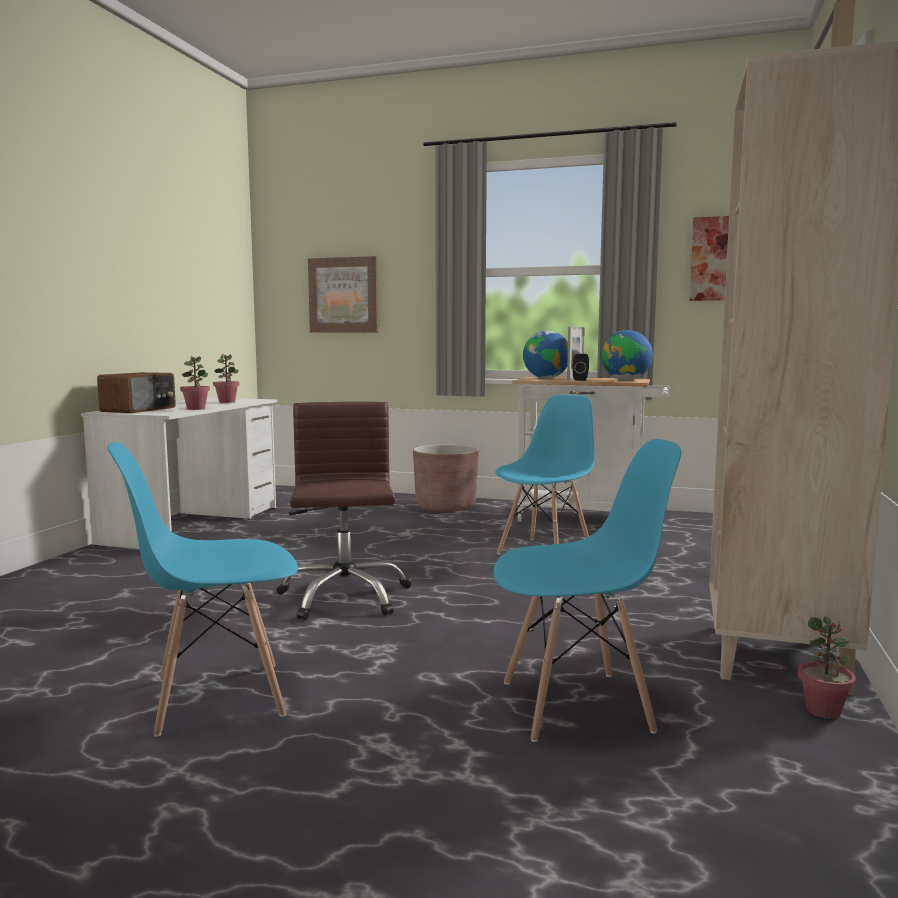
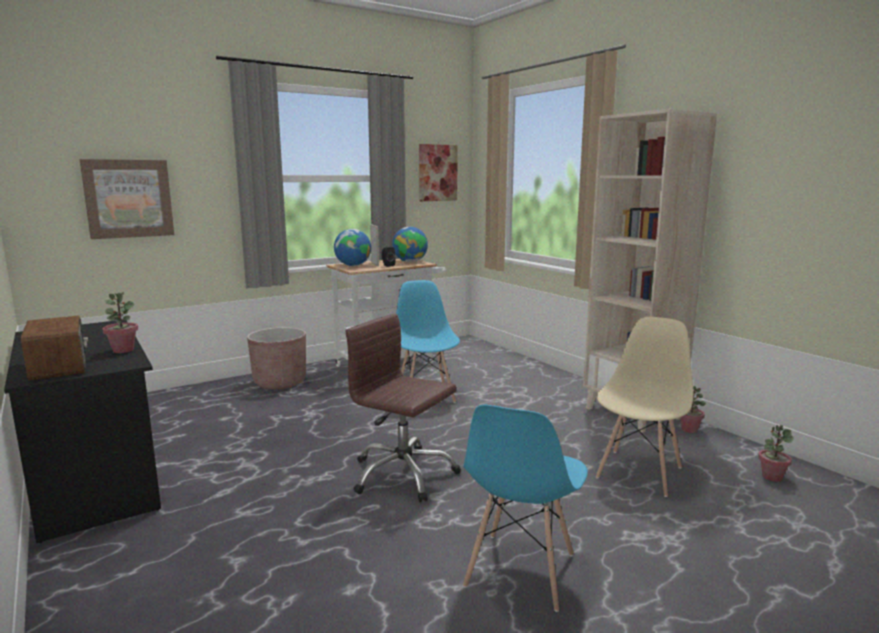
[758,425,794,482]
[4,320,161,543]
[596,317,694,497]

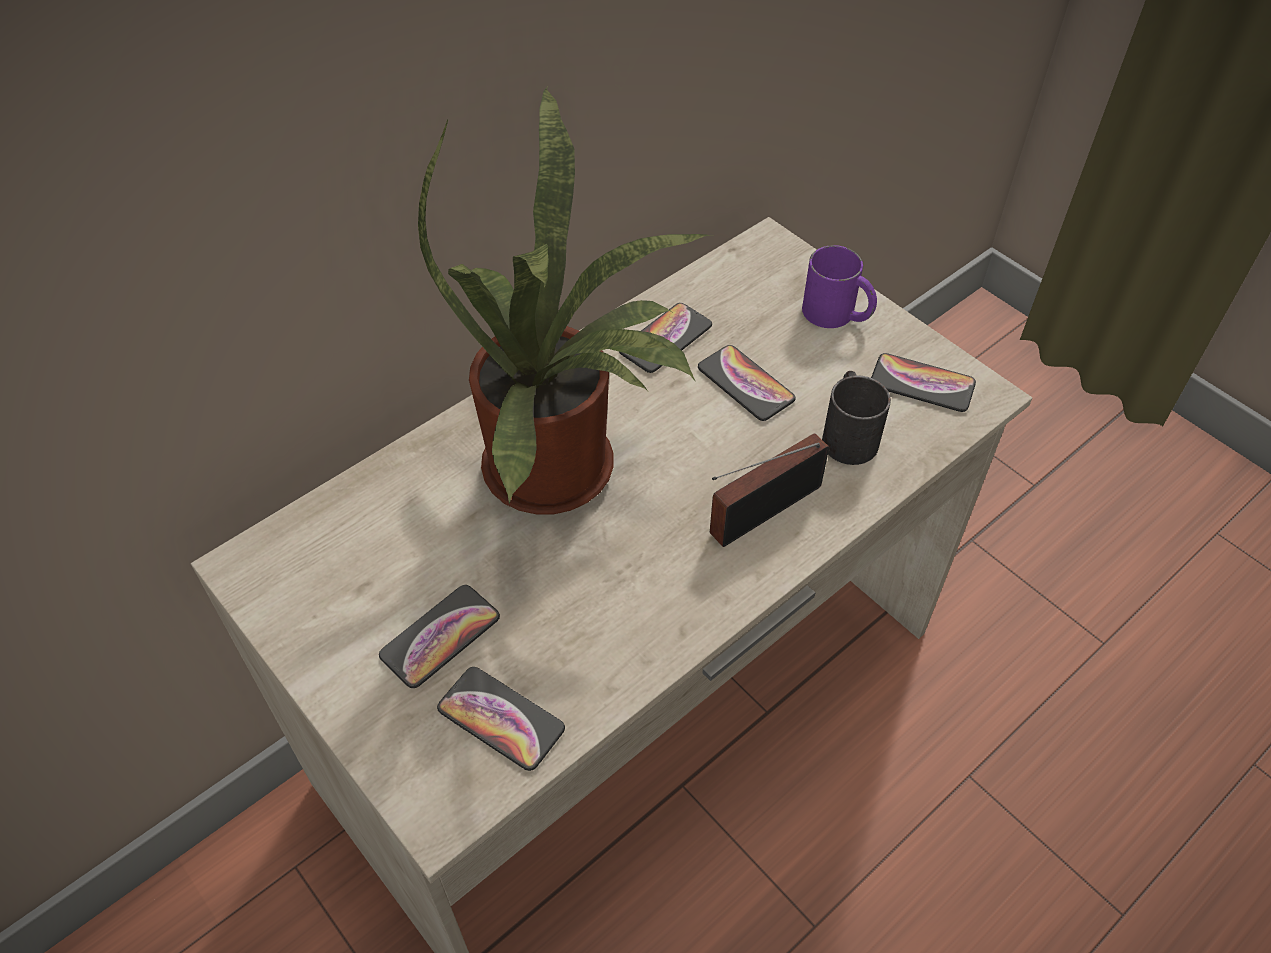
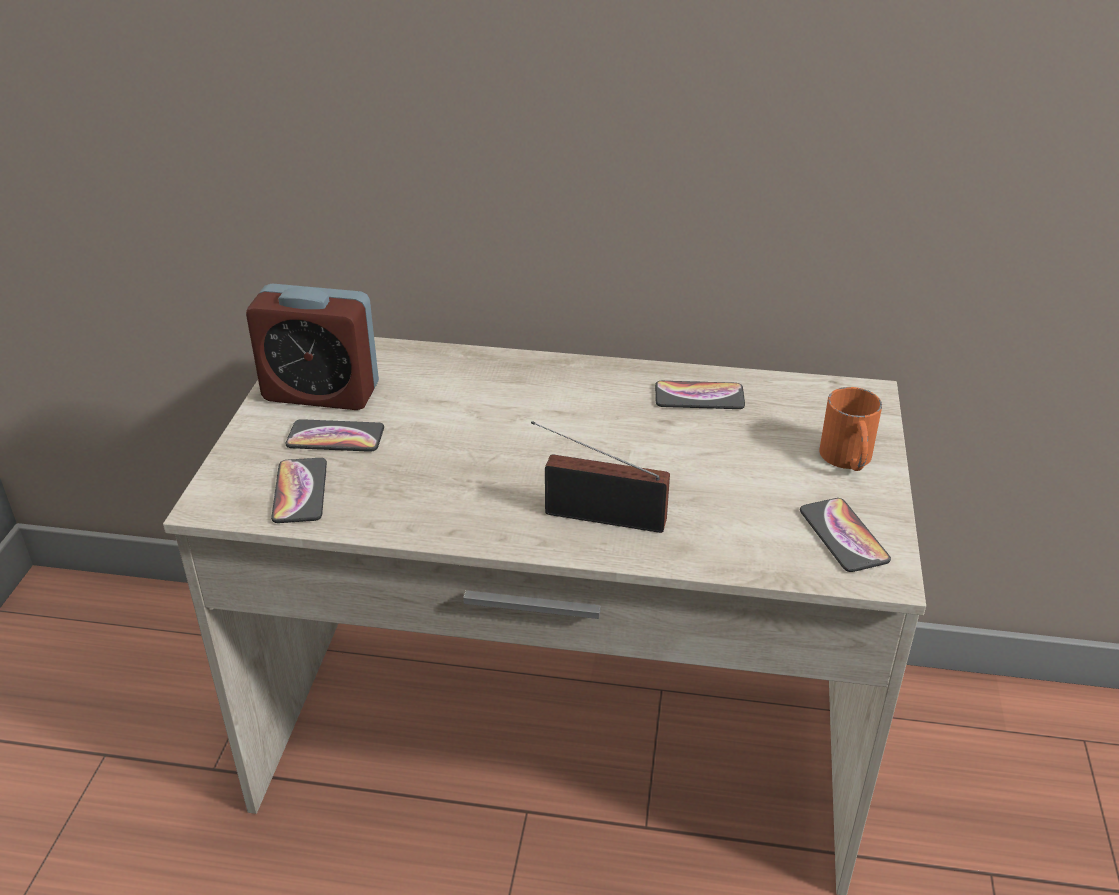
[418,86,712,515] (first image)
[819,387,882,471]
[698,345,796,421] (first image)
[822,371,891,465] (first image)
[246,284,379,410]

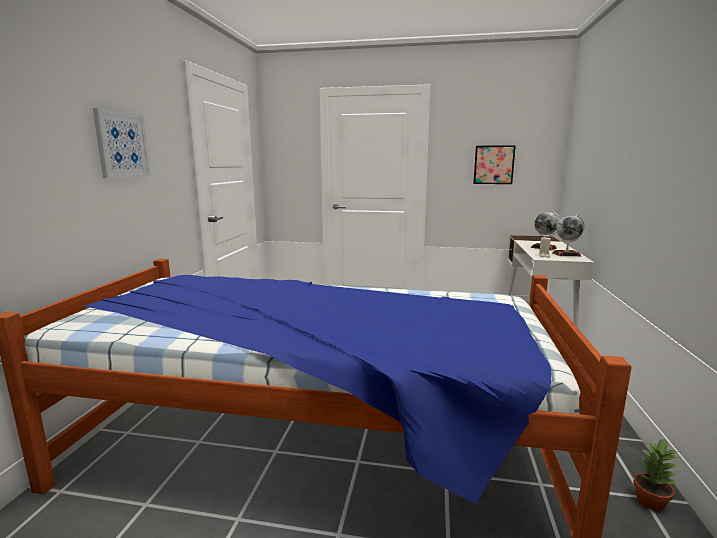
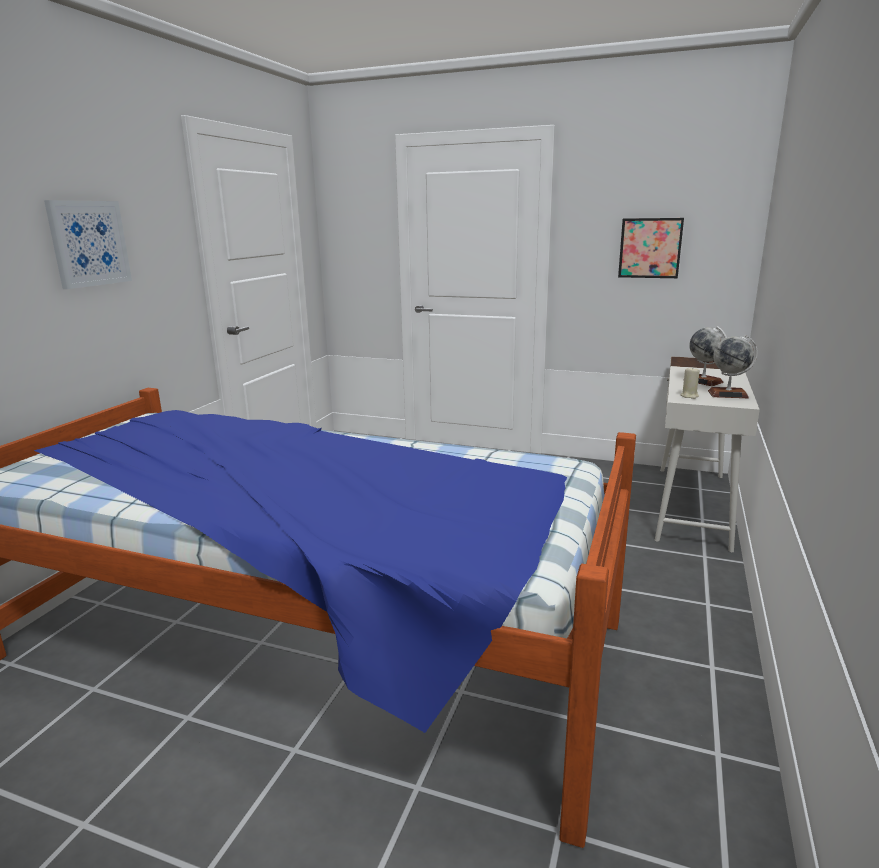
[633,439,679,511] (first image)

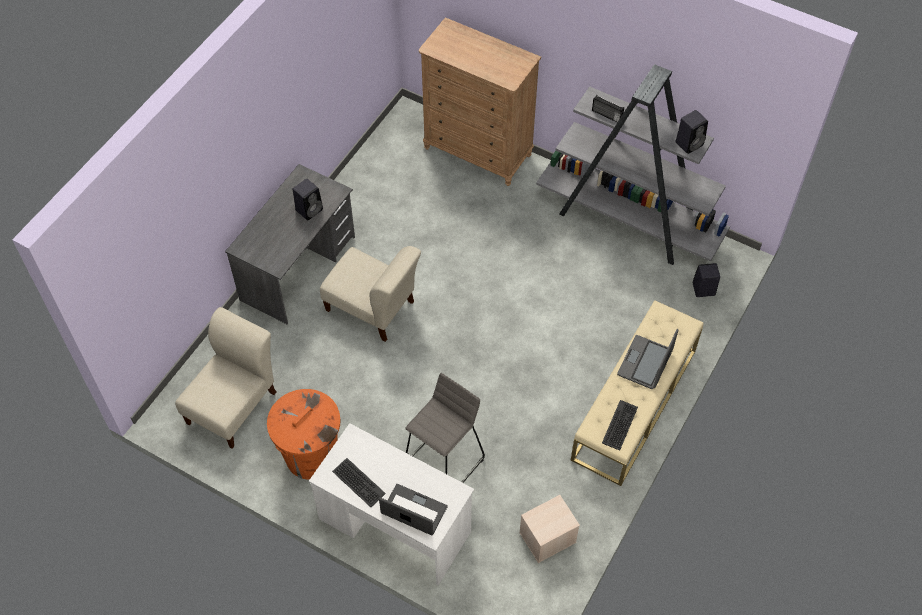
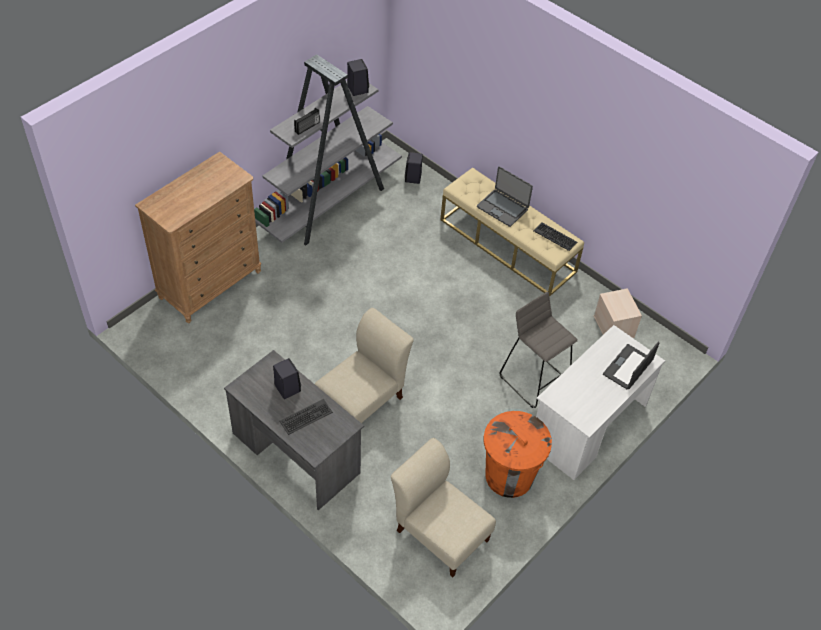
[280,399,333,435]

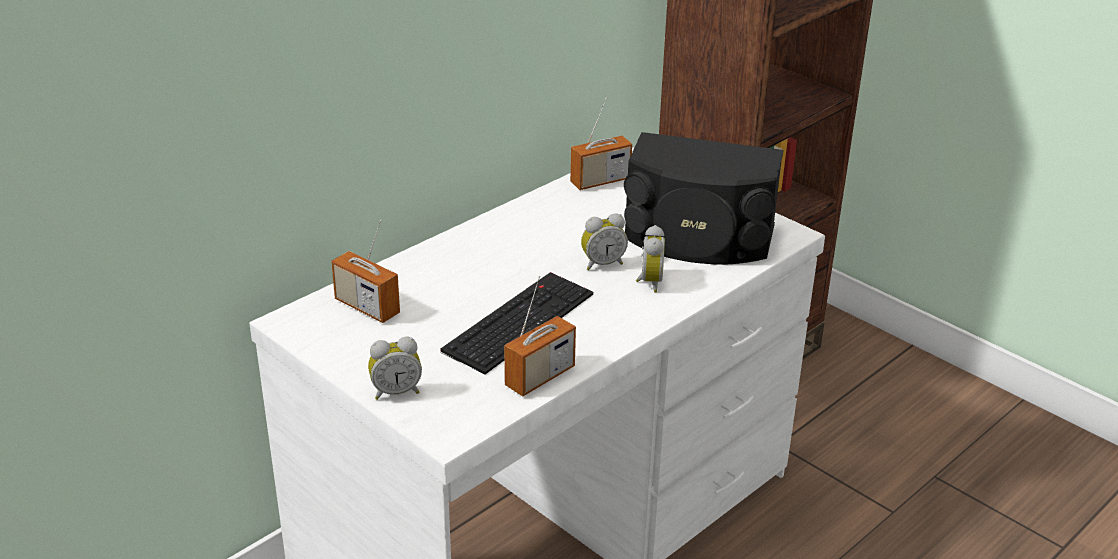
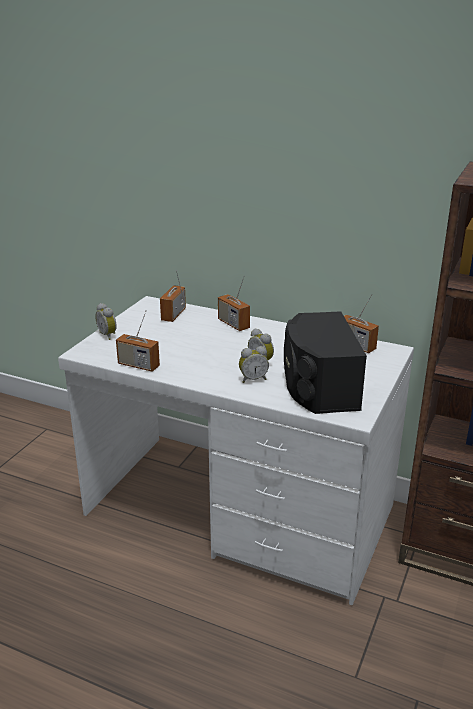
[440,272,593,375] (first image)
[218,275,250,331]

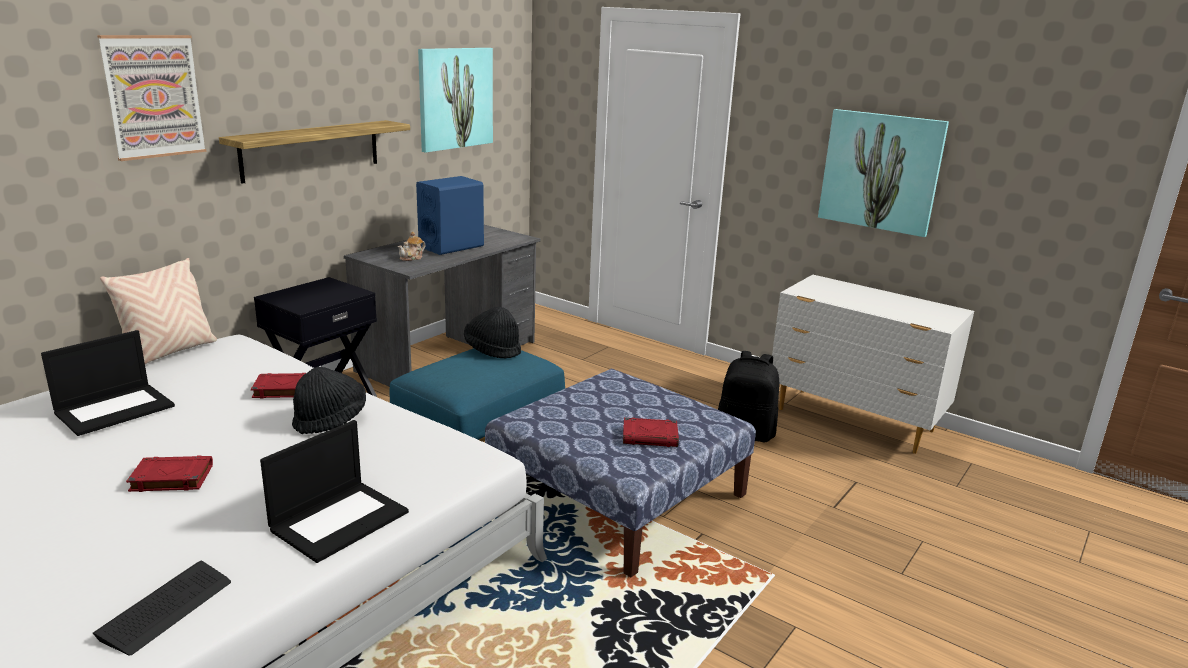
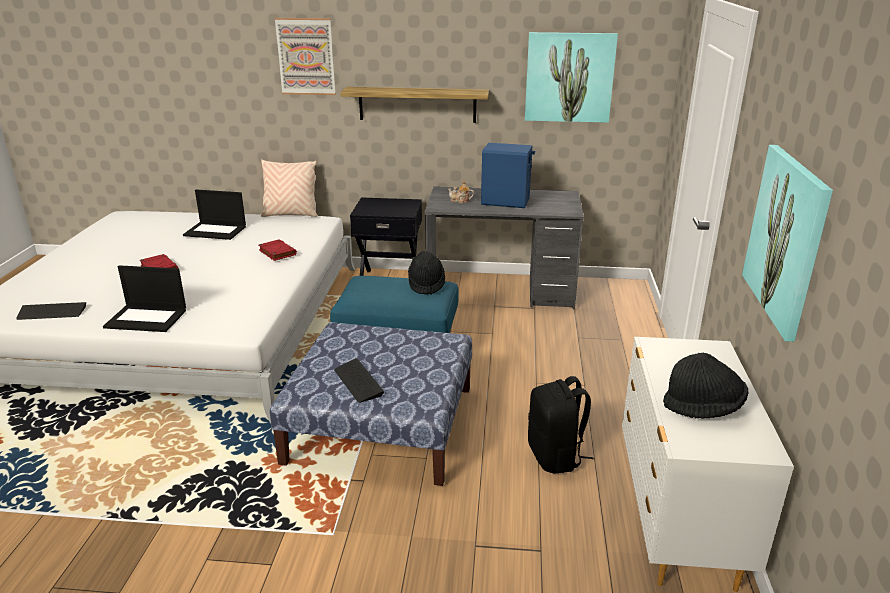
[663,353,749,419]
[334,359,384,403]

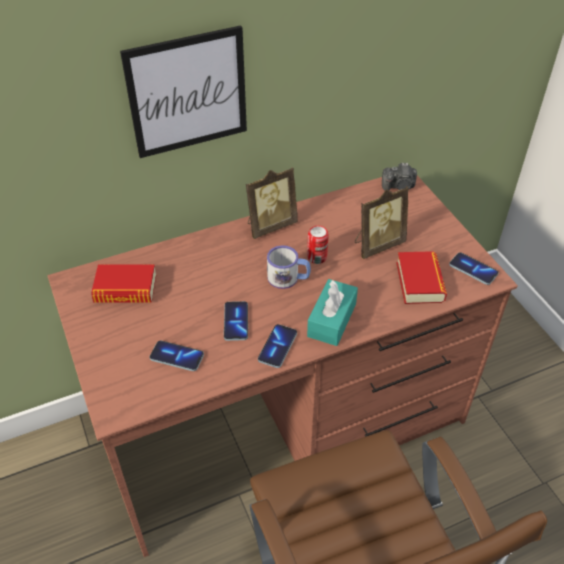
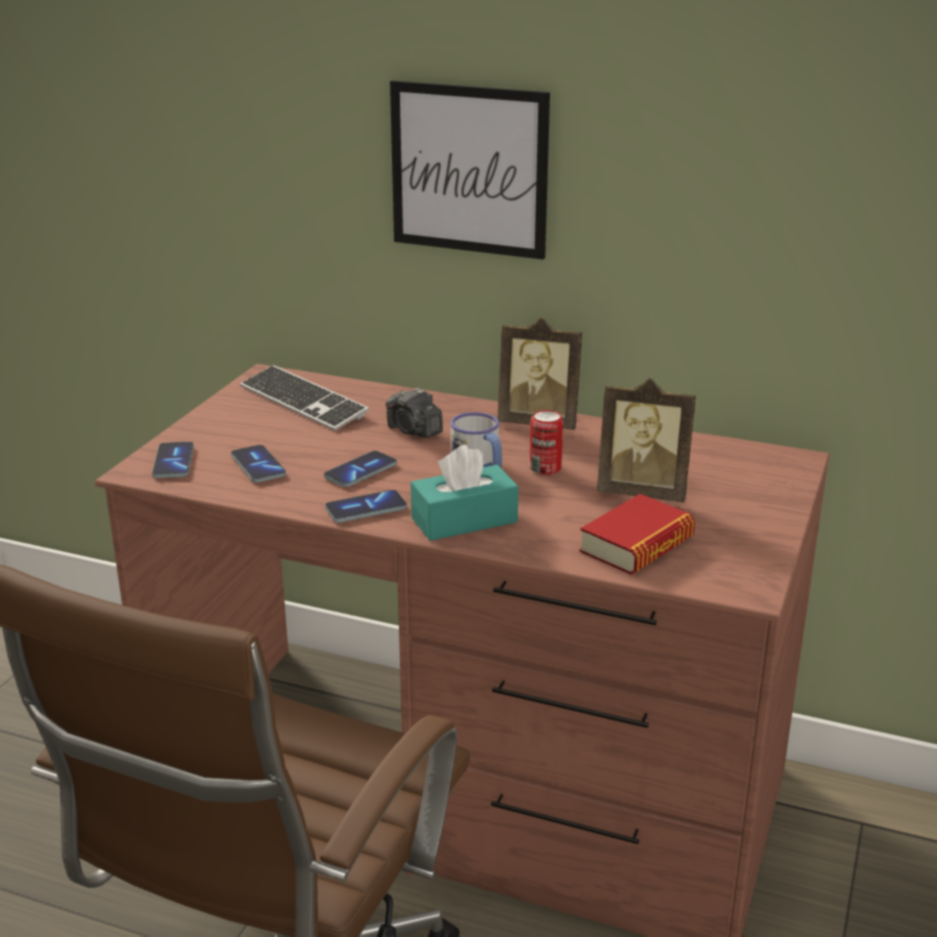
[385,388,443,438]
[152,442,194,478]
[240,365,369,431]

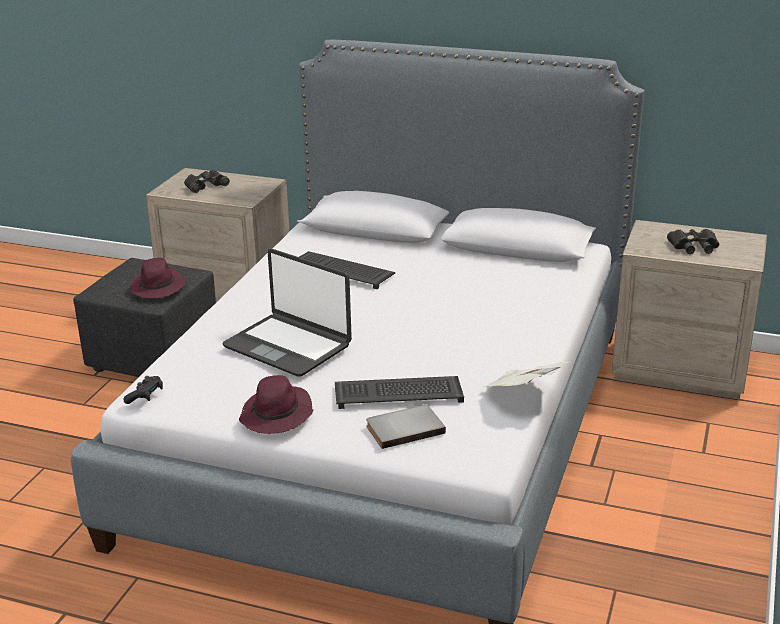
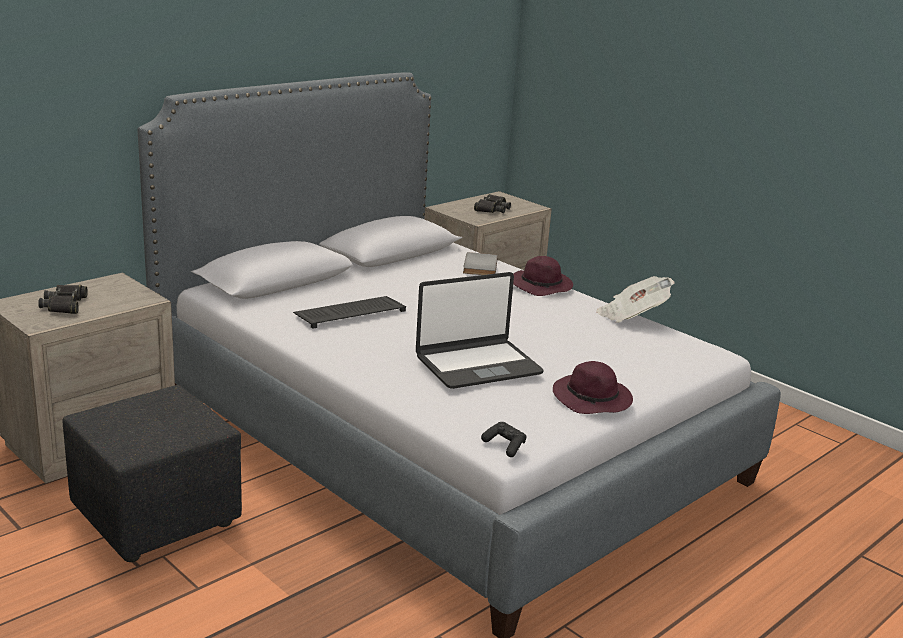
[513,256,573,296]
[335,376,464,409] (first image)
[463,252,498,275]

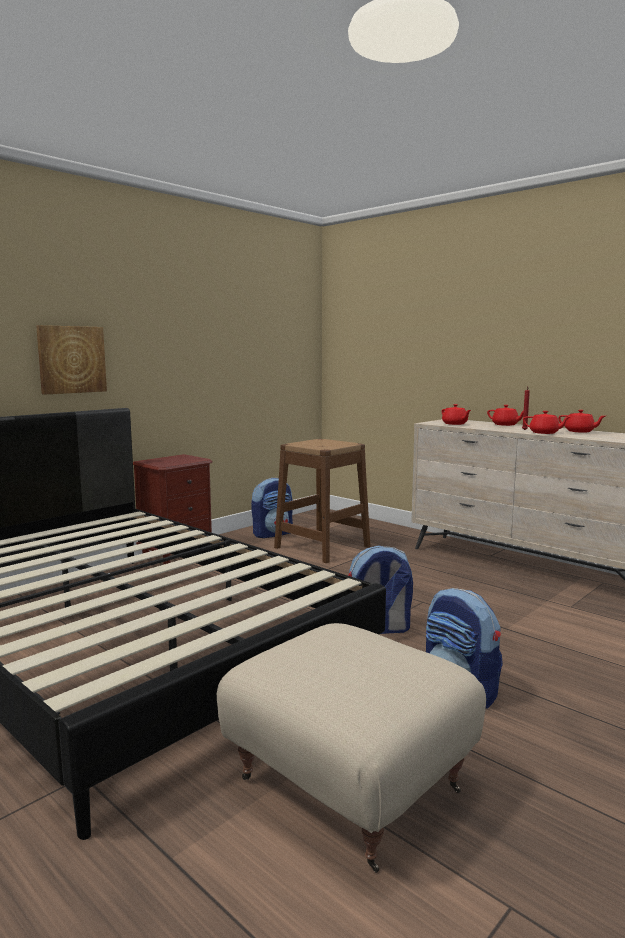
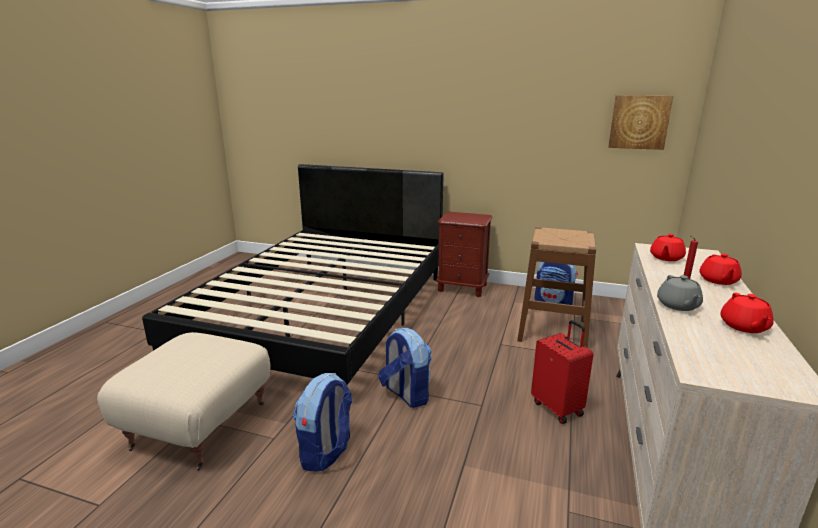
[608,95,673,150]
[657,275,703,311]
[531,320,593,424]

